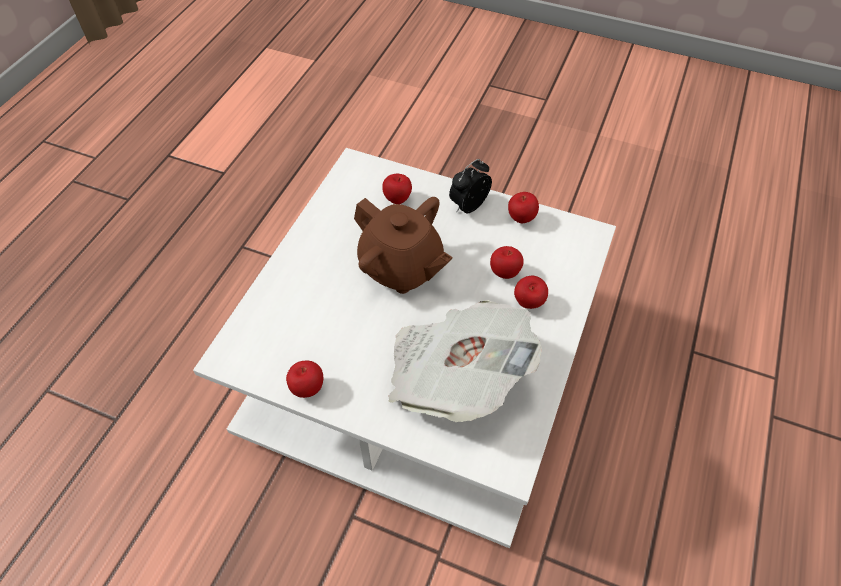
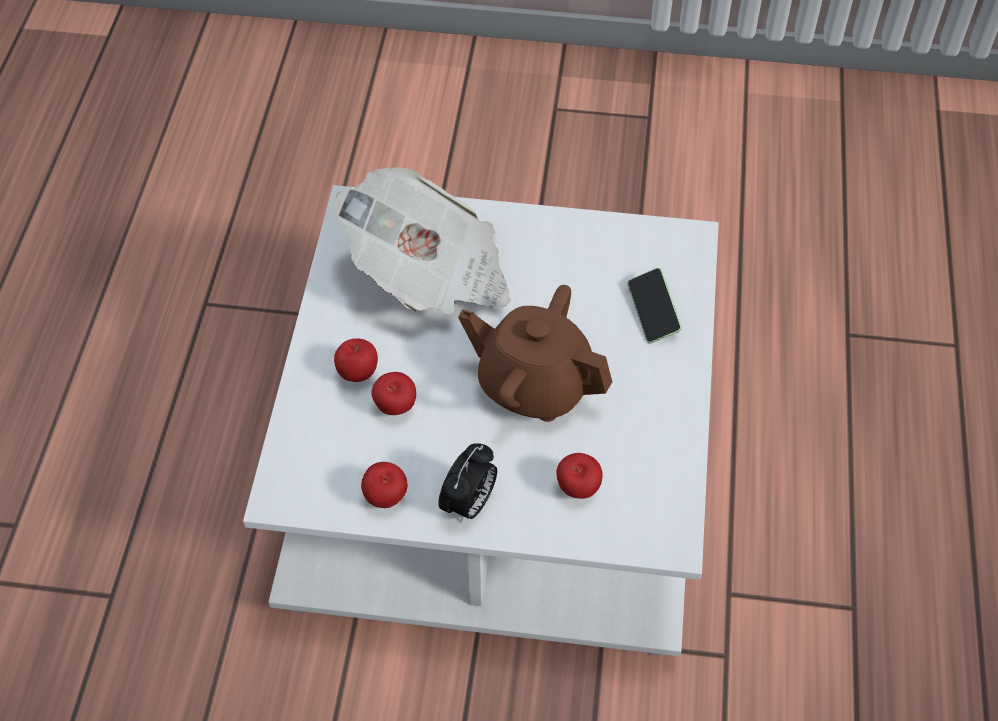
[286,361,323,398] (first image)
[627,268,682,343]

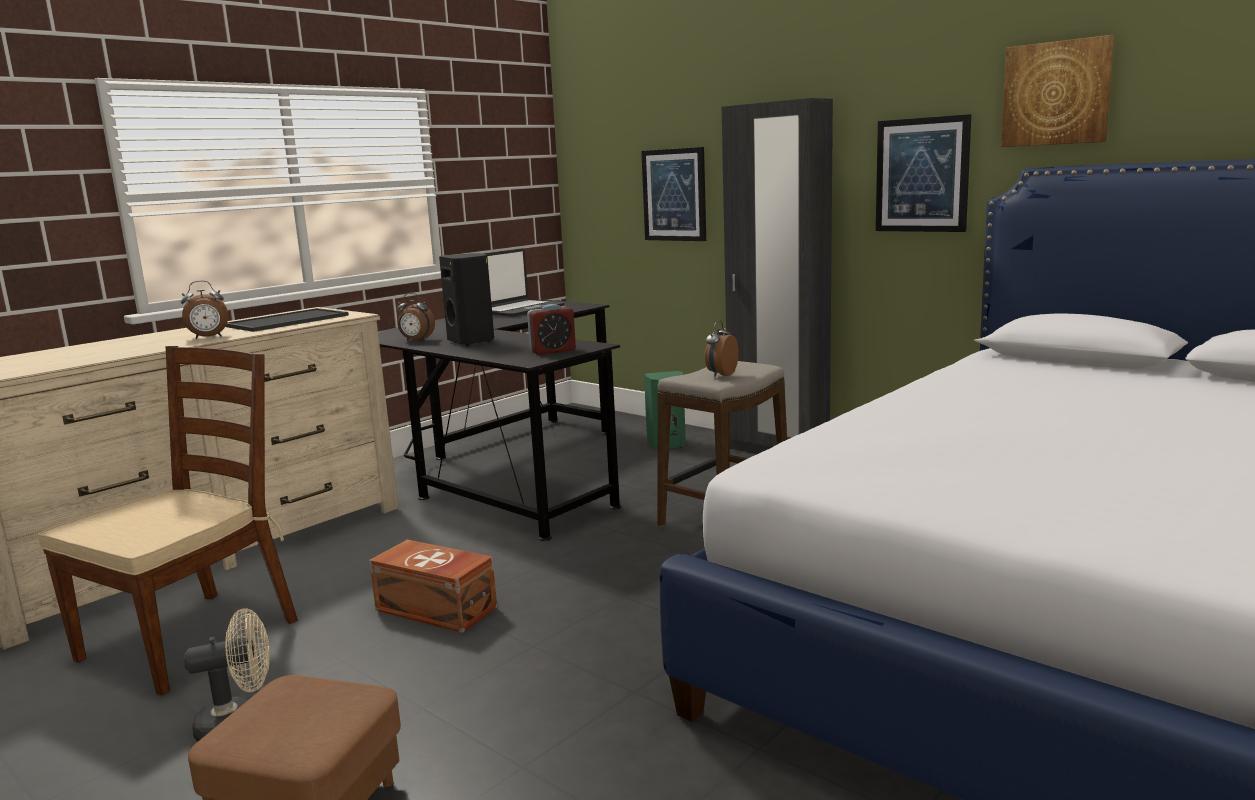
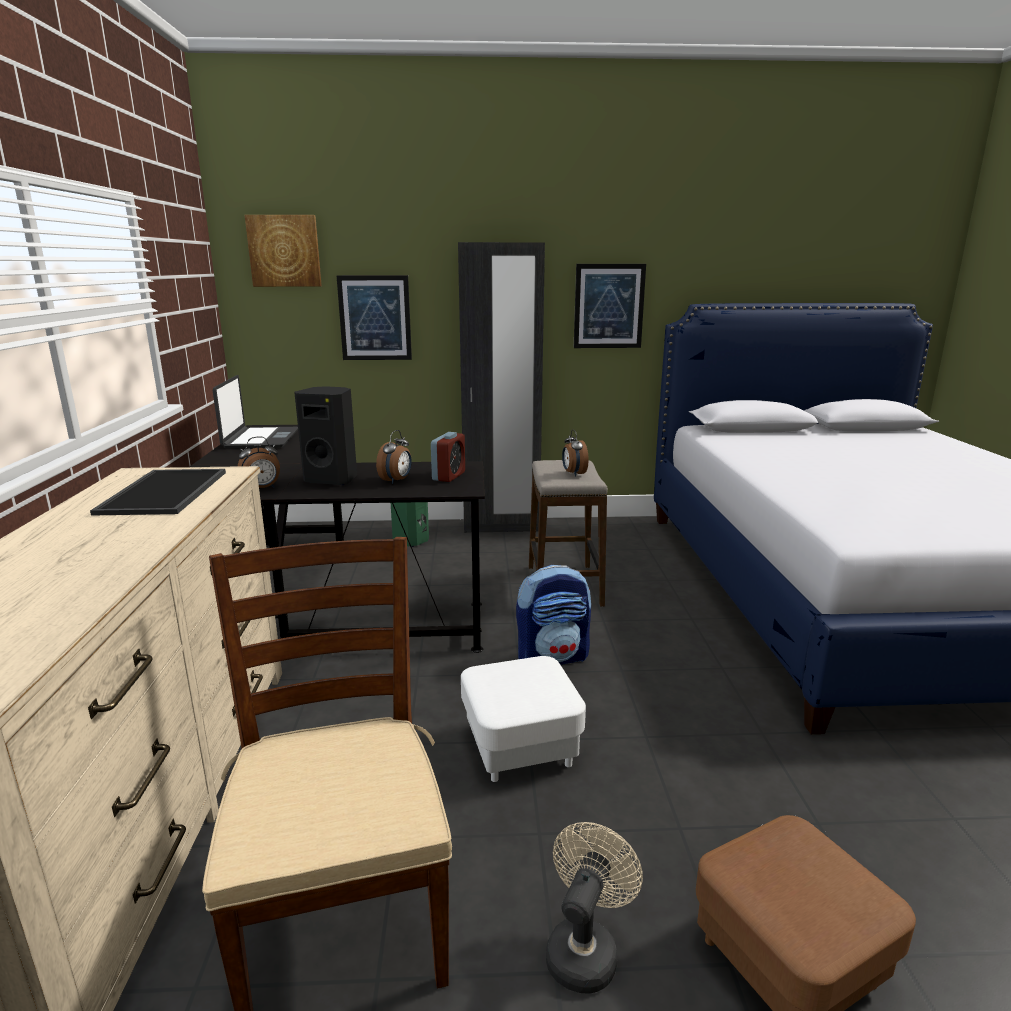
[245,215,322,287]
[376,430,412,484]
[461,656,586,782]
[516,565,591,665]

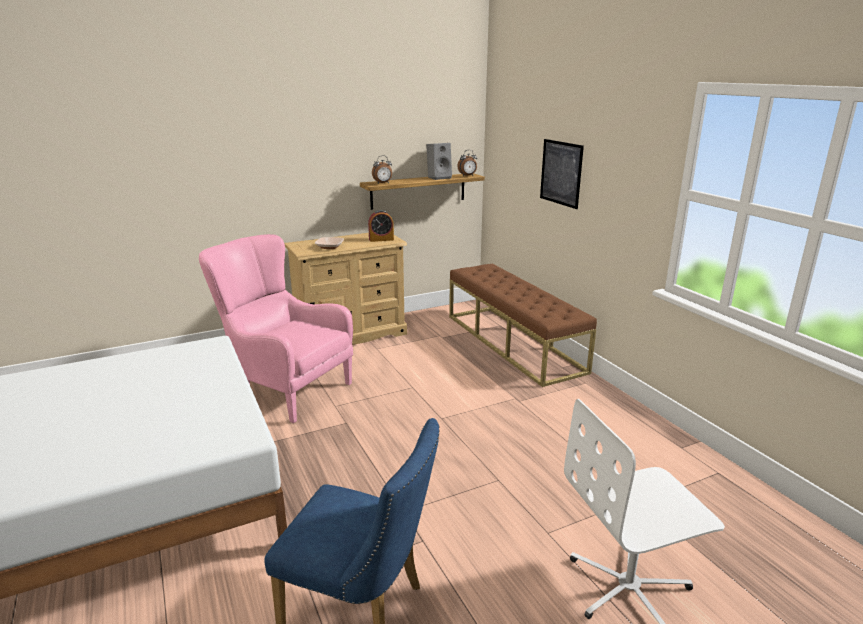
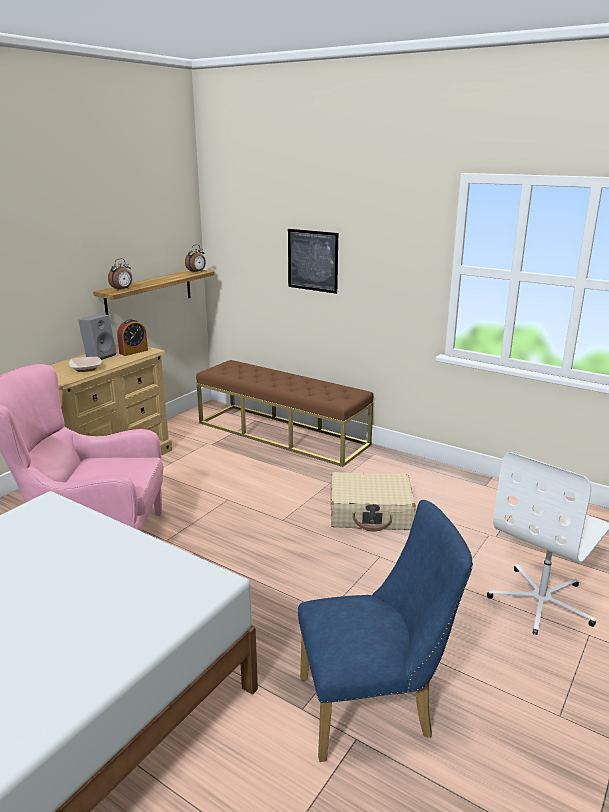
[78,315,117,360]
[330,472,416,532]

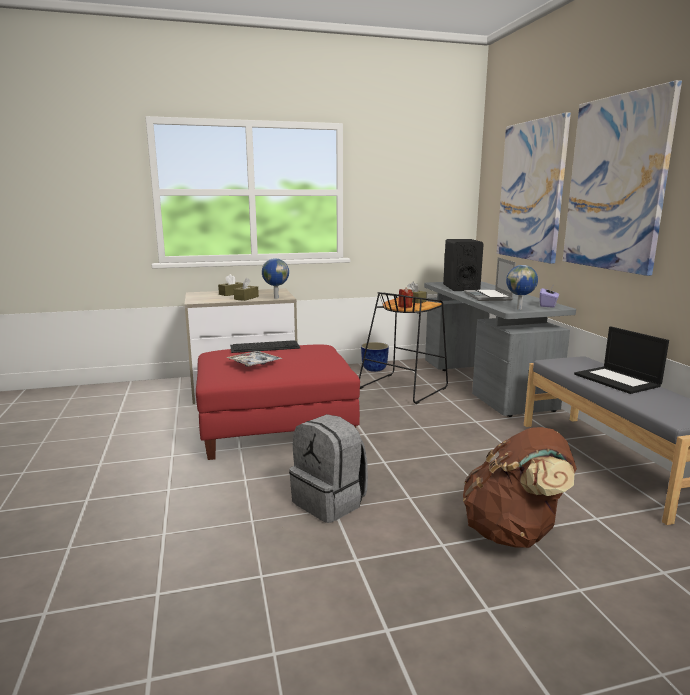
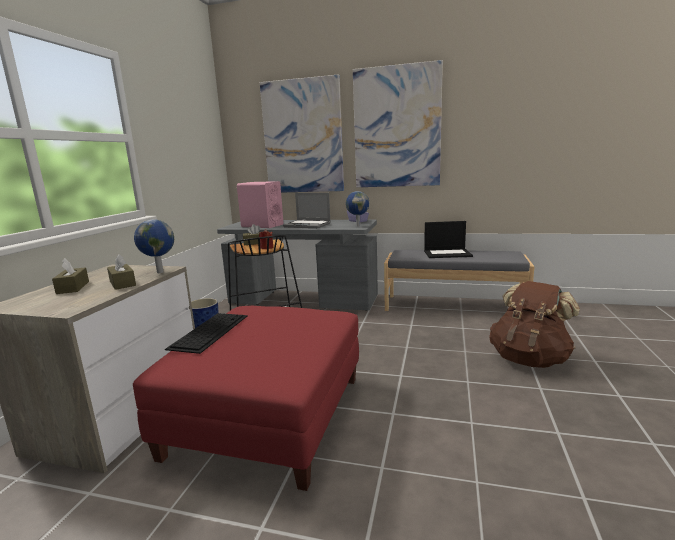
[237,181,283,228]
[226,351,282,367] (first image)
[289,414,368,523] (first image)

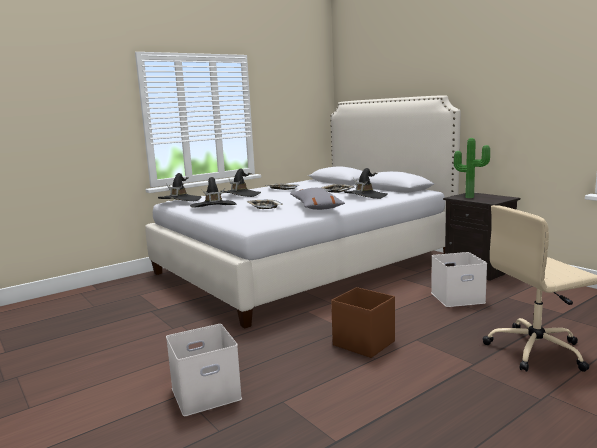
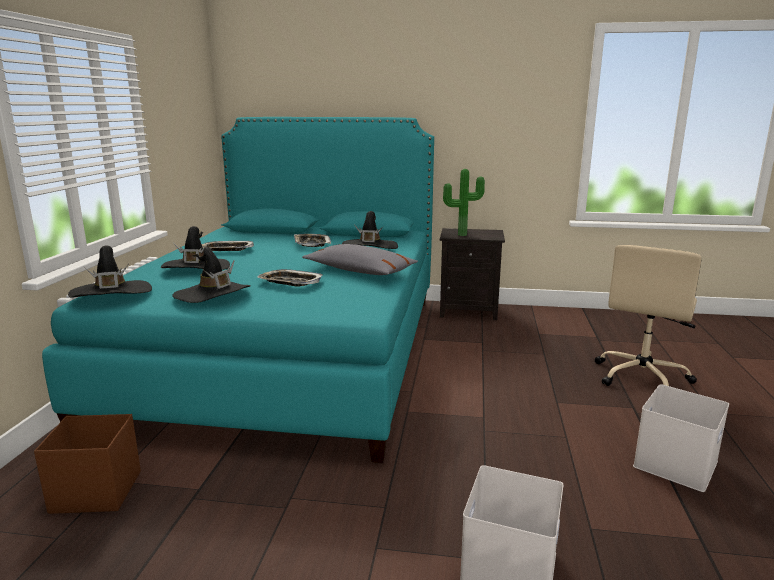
[42,117,434,463]
[633,384,729,492]
[34,414,141,514]

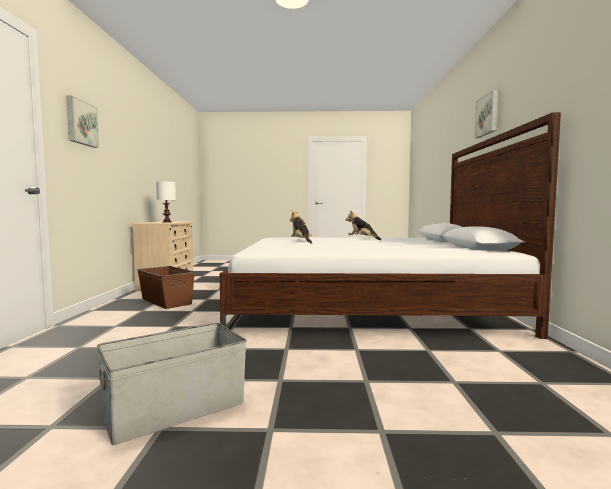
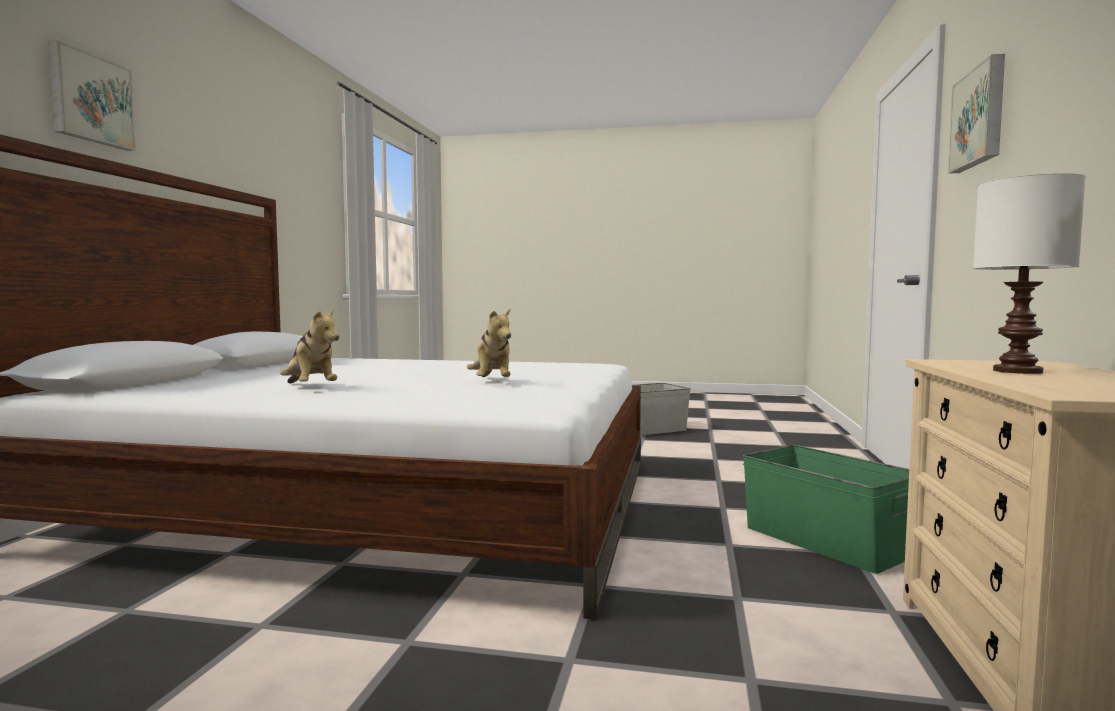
[743,445,909,574]

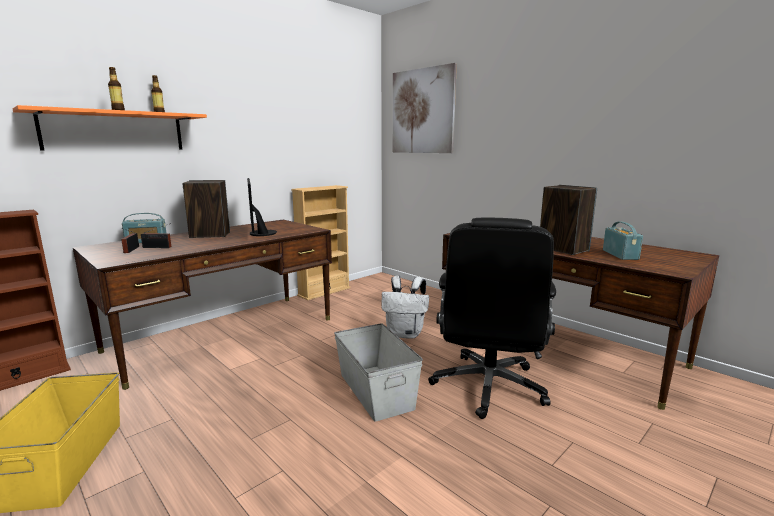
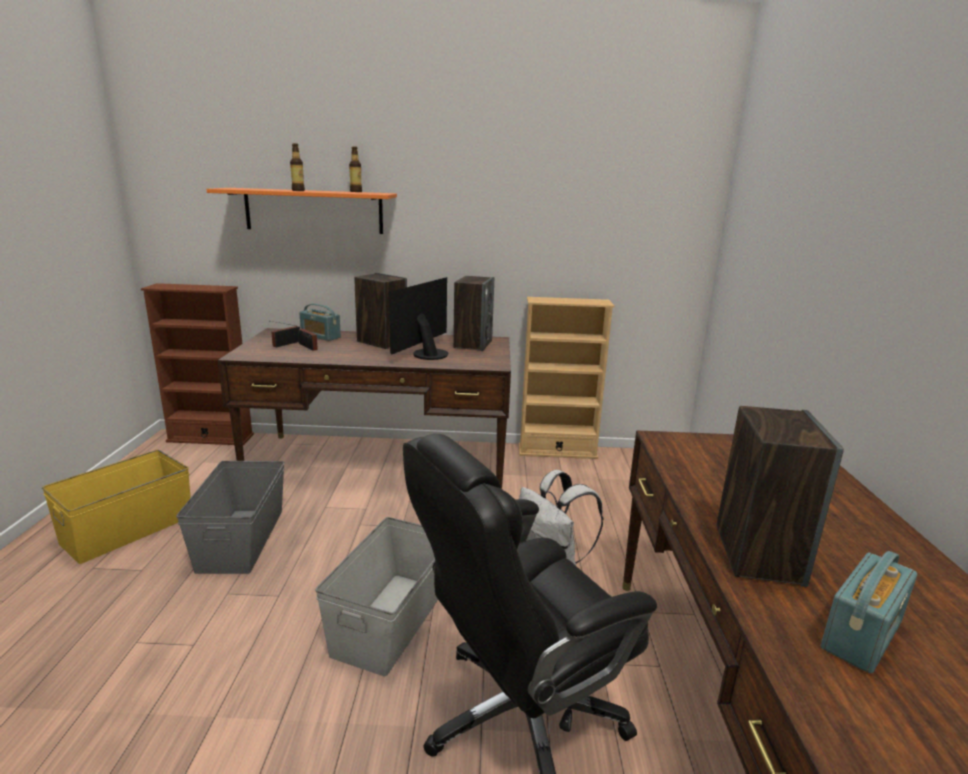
[393,63,457,153] (first image)
[453,276,494,351]
[176,461,285,574]

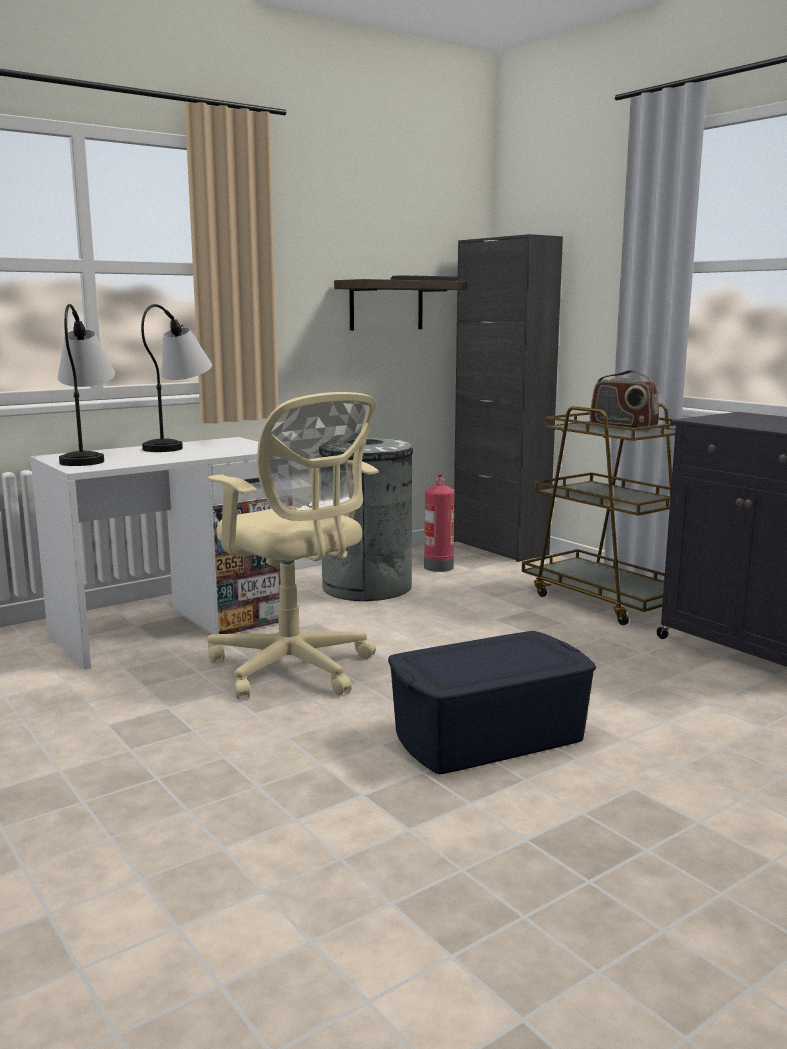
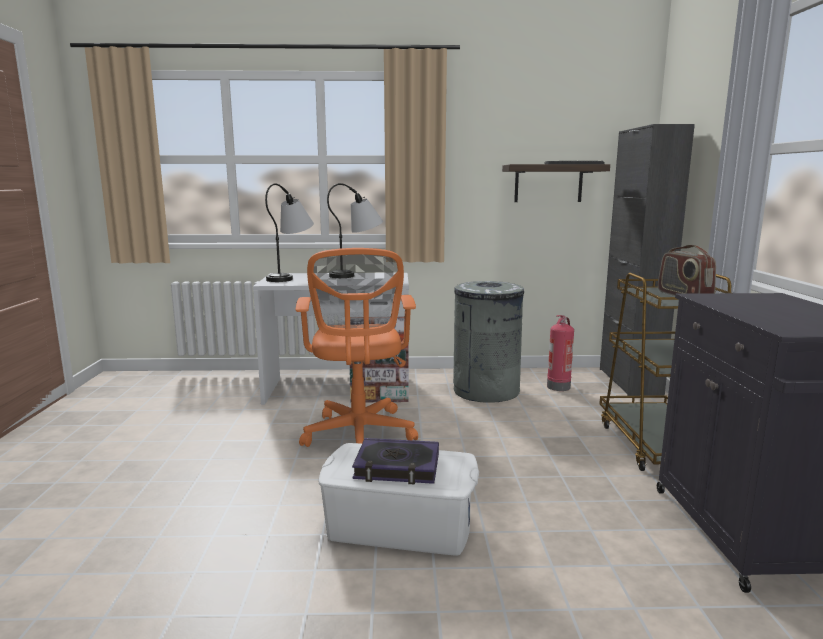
[296,248,418,447]
[319,443,479,556]
[352,438,439,485]

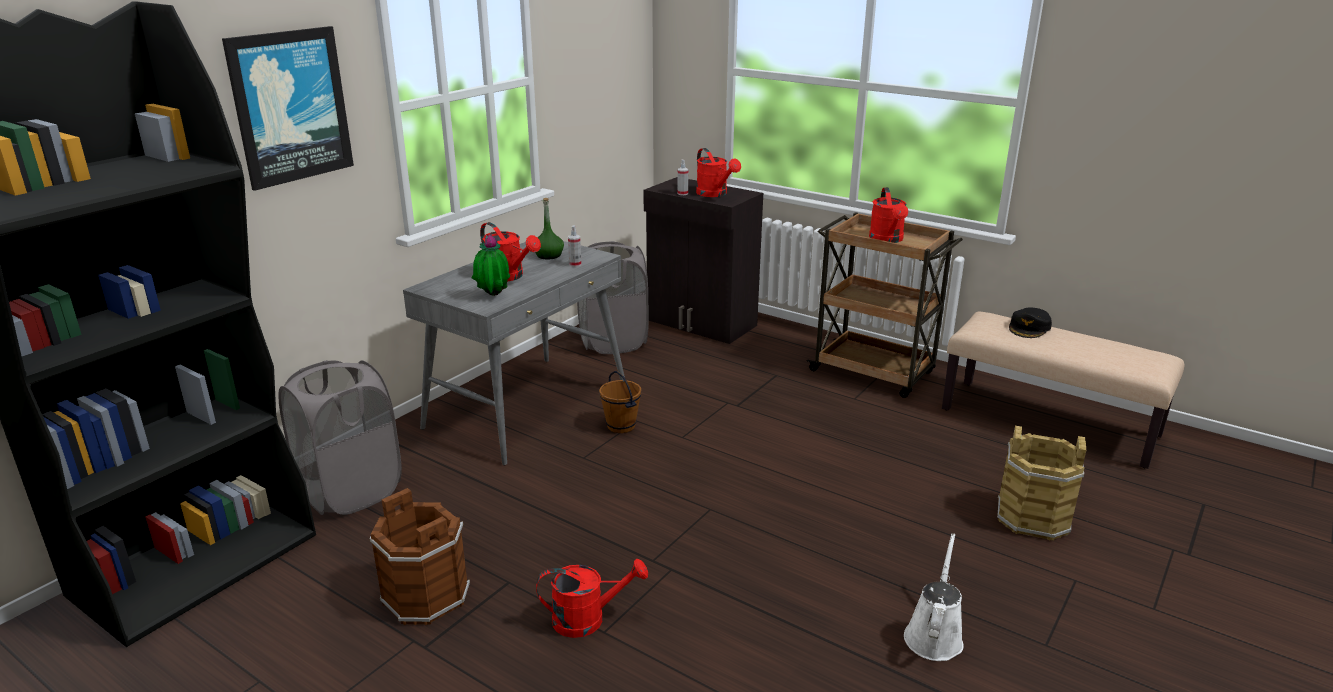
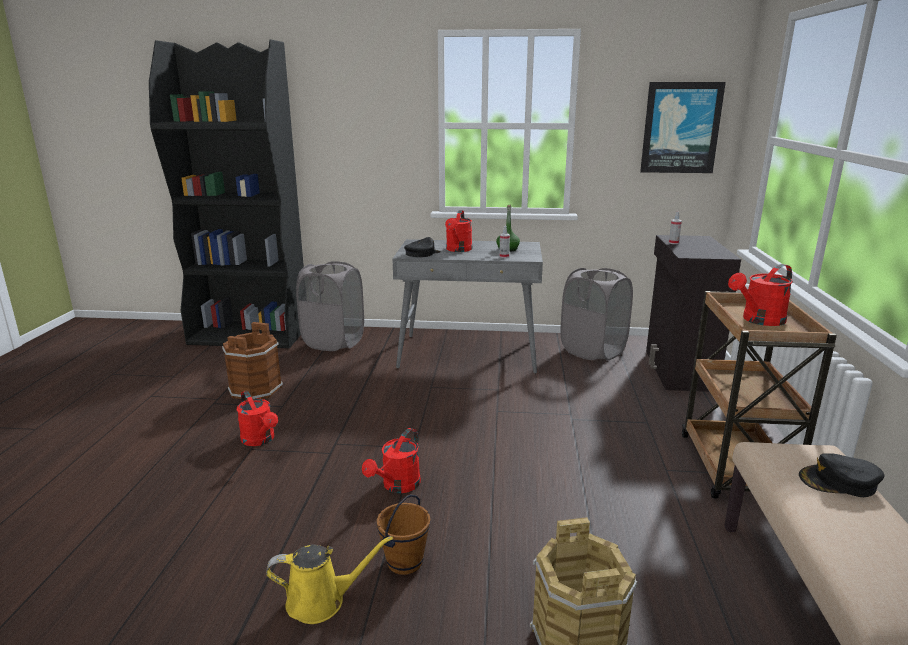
[640,82,726,173]
[362,428,421,493]
[404,237,440,257]
[377,494,430,575]
[266,536,393,624]

